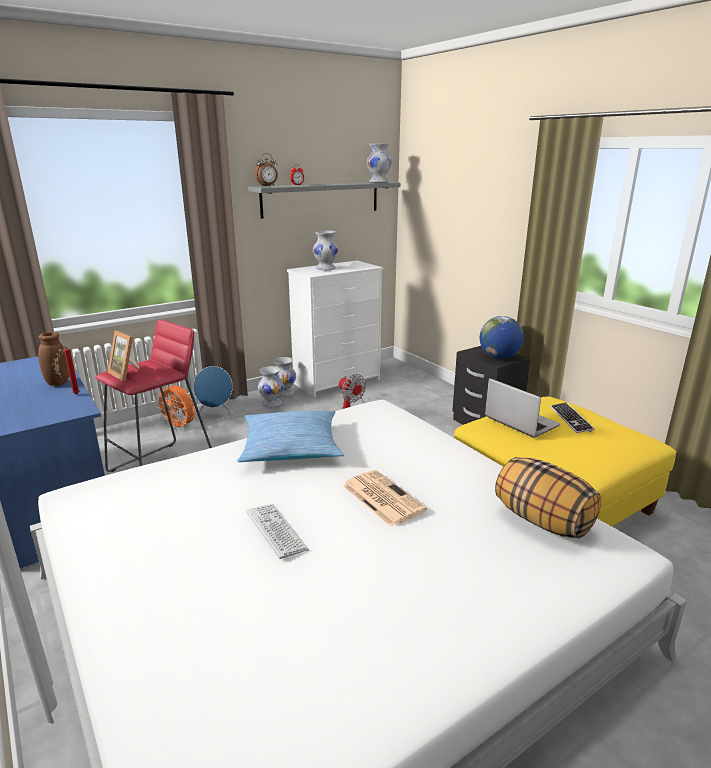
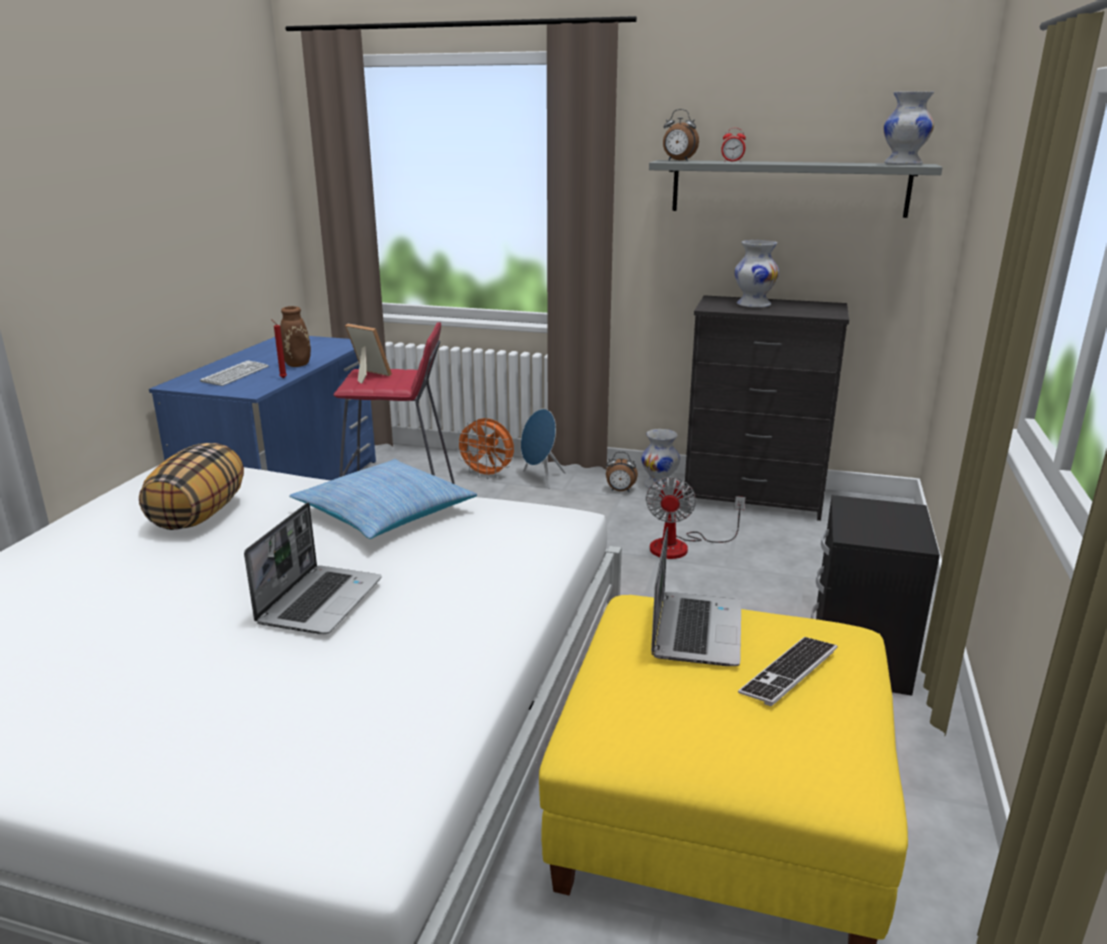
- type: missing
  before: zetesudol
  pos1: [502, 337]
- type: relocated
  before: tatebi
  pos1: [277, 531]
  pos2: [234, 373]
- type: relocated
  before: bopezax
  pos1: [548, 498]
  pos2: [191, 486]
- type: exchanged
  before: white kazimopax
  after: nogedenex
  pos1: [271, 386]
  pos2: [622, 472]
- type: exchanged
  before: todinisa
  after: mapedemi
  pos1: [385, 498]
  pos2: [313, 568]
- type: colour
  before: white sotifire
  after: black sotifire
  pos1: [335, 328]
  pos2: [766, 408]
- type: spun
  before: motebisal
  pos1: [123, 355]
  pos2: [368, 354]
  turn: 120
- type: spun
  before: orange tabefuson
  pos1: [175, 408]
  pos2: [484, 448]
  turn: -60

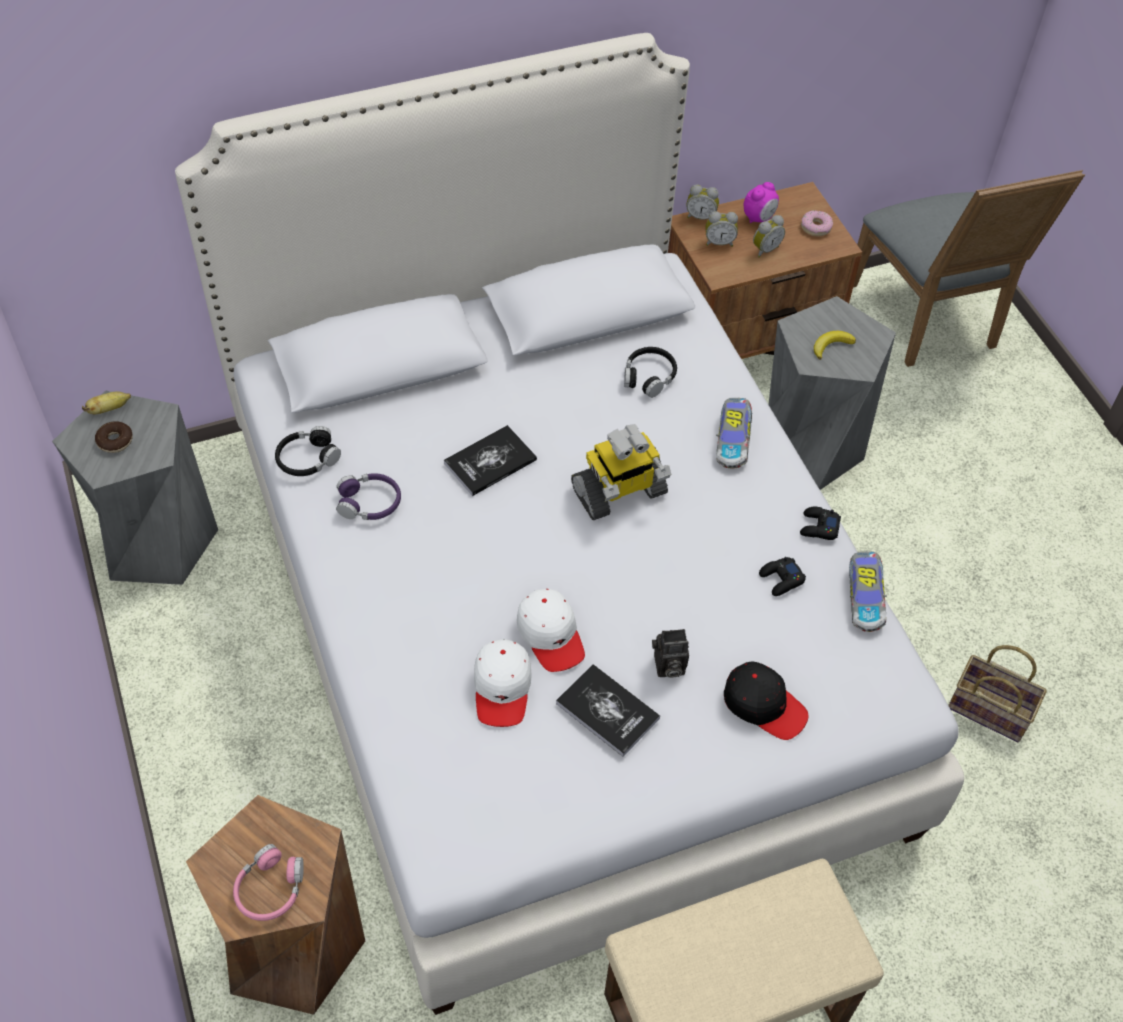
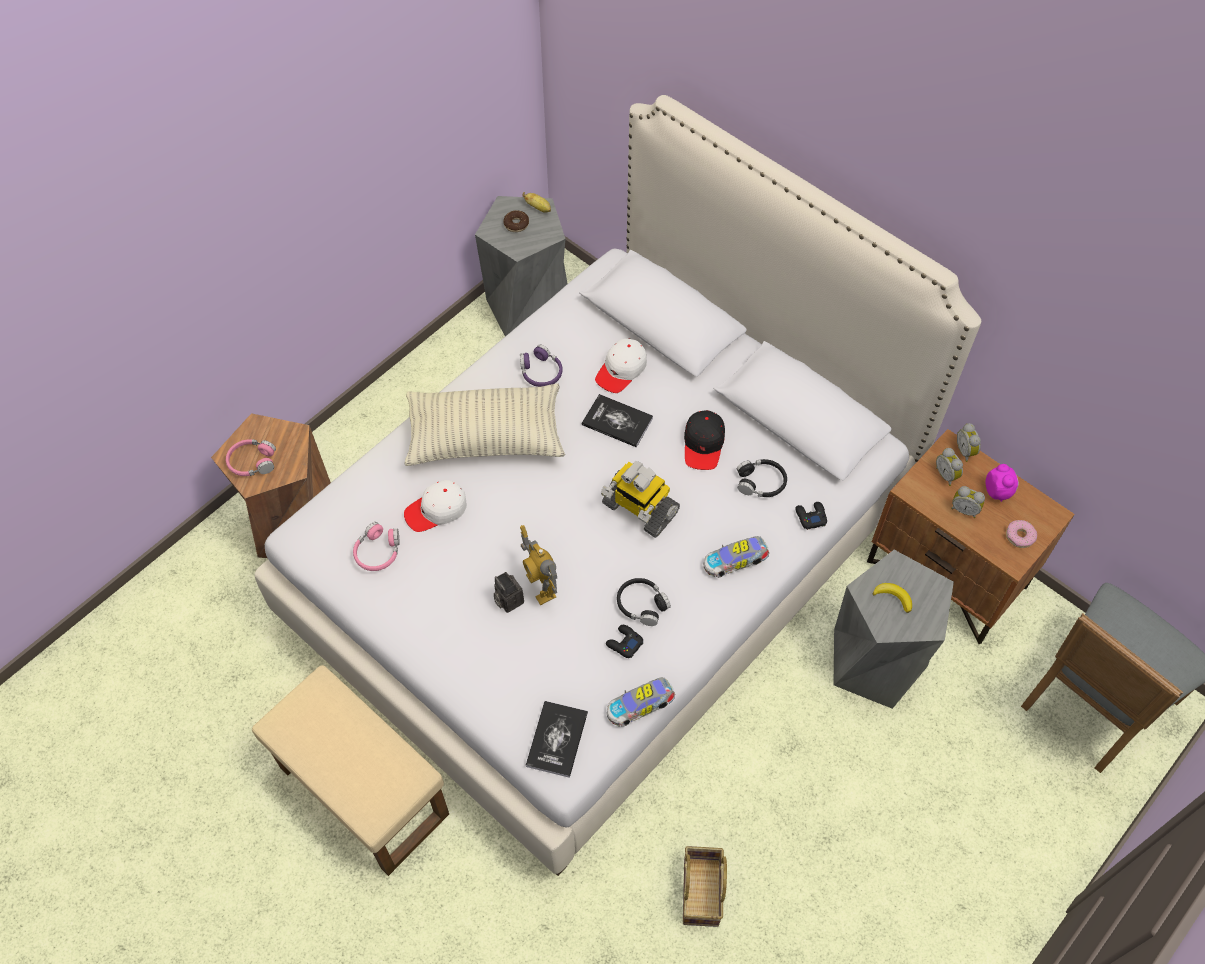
- type: appeared
  after: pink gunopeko
  pos2: [376, 546]
- type: appeared
  after: bopezax
  pos2: [484, 424]
- type: appeared
  after: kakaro
  pos2: [538, 565]
- type: relocated
  before: black gunopeko
  pos1: [308, 451]
  pos2: [644, 602]
- type: relocated
  before: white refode
  pos1: [551, 630]
  pos2: [621, 365]
- type: relocated
  before: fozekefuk
  pos1: [608, 710]
  pos2: [557, 739]
- type: relocated
  before: black refode
  pos1: [766, 700]
  pos2: [704, 440]
- type: relocated
  before: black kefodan
  pos1: [820, 523]
  pos2: [811, 516]
- type: spun
  before: nogedenex
  pos1: [761, 202]
  pos2: [1002, 483]
  turn: -120

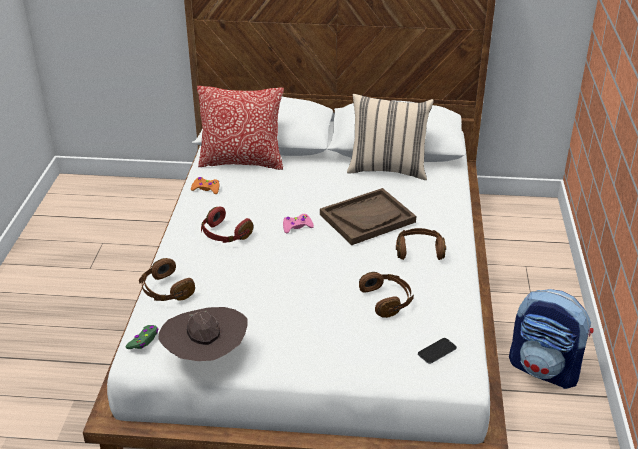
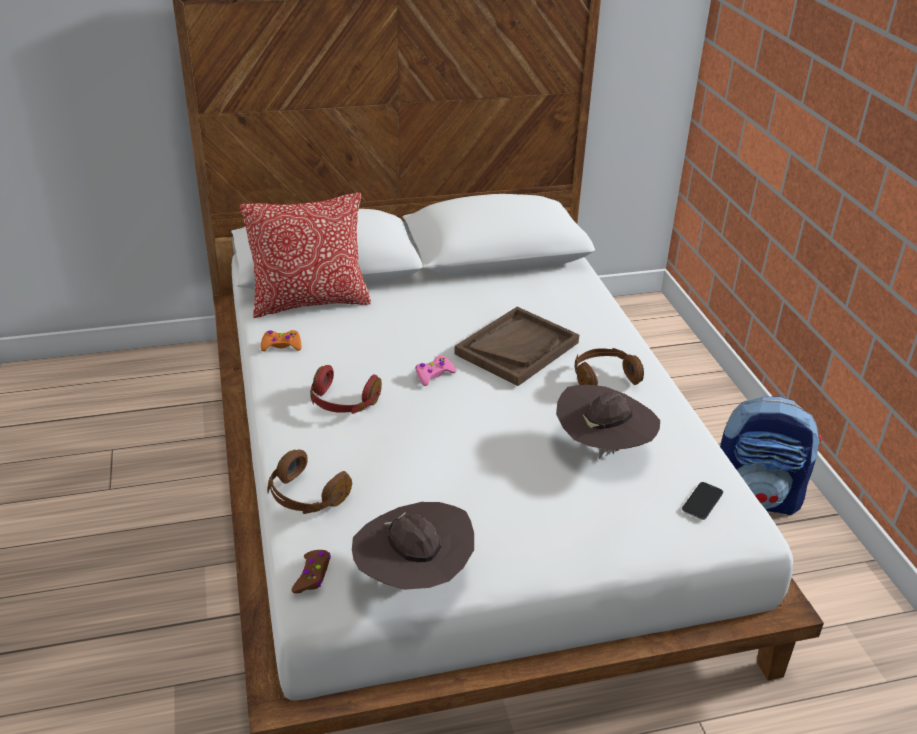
- type: missing
  before: beige bopezax
  pos1: [390, 137]
- type: exchanged
  before: brown gunopeko
  after: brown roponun
  pos1: [386, 295]
  pos2: [608, 422]
- type: colour
  before: green kefodan
  after: brown kefodan
  pos1: [141, 337]
  pos2: [311, 572]

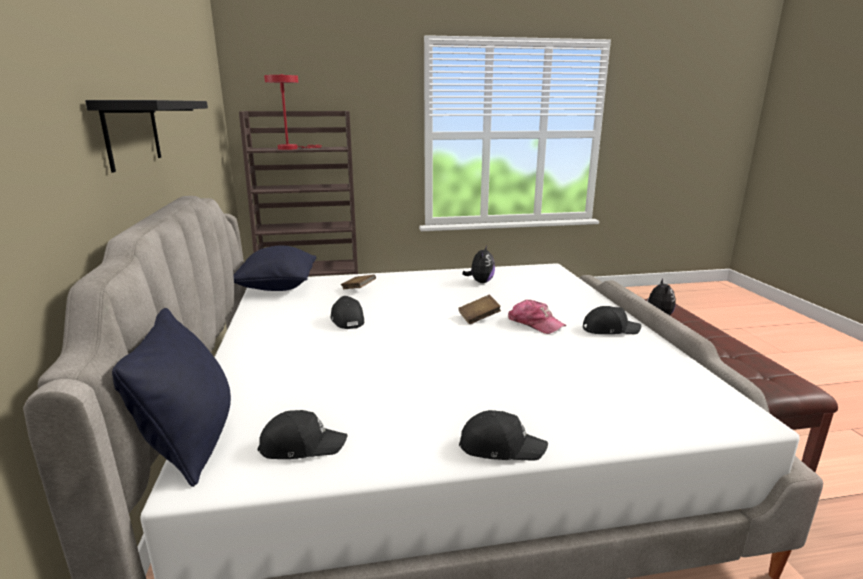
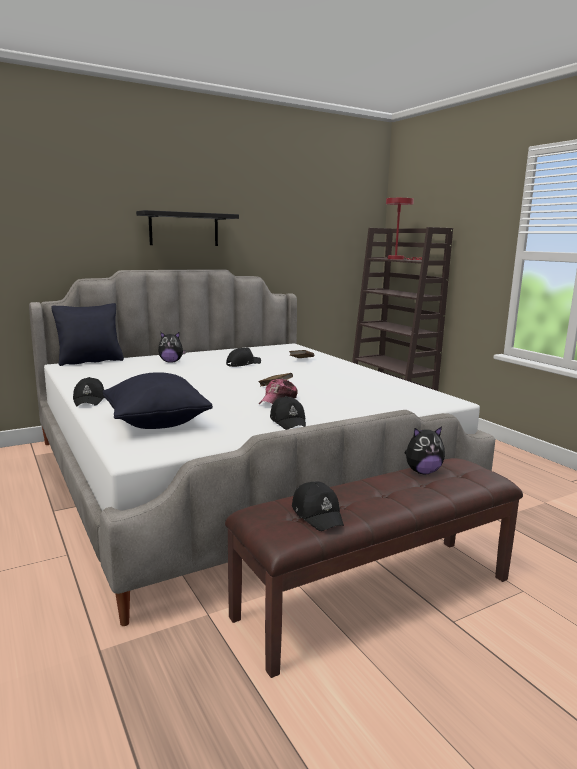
- type: relocated
  before: black bopezax
  pos1: [274, 268]
  pos2: [158, 400]
- type: relocated
  before: black refode
  pos1: [302, 434]
  pos2: [318, 506]
- type: relocated
  before: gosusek
  pos1: [478, 264]
  pos2: [172, 347]

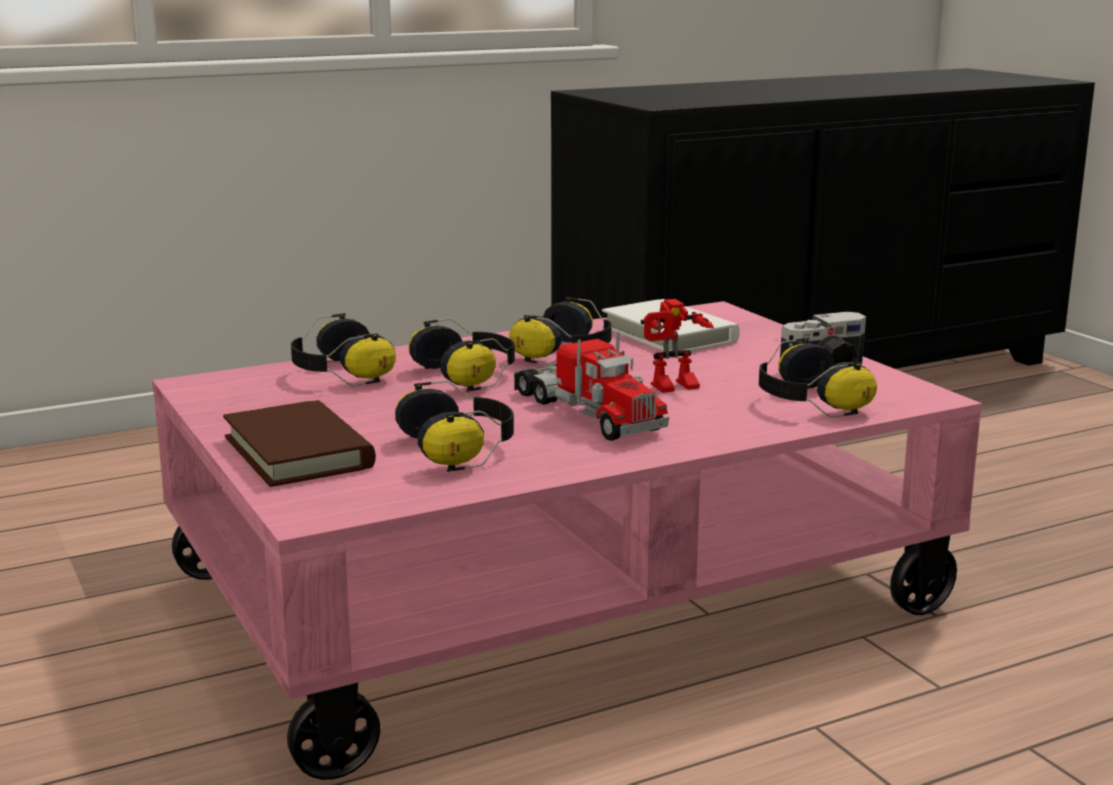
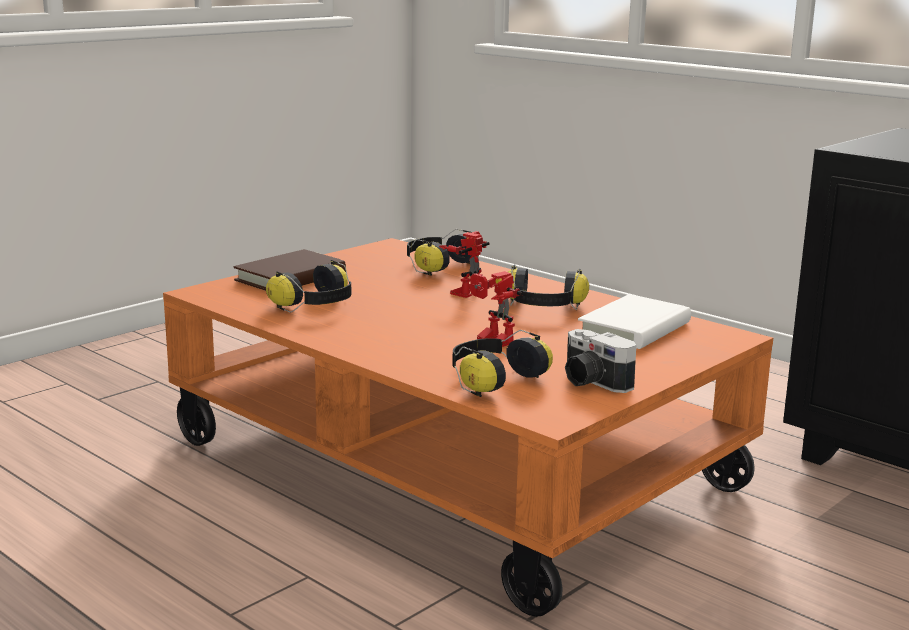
- type: missing
  before: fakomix
  pos1: [591, 386]
- type: exchanged
  before: gunopeko
  after: kakaro
  pos1: [462, 355]
  pos2: [464, 264]
- type: colour
  before: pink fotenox
  after: orange fotenox
  pos1: [567, 540]
  pos2: [468, 427]

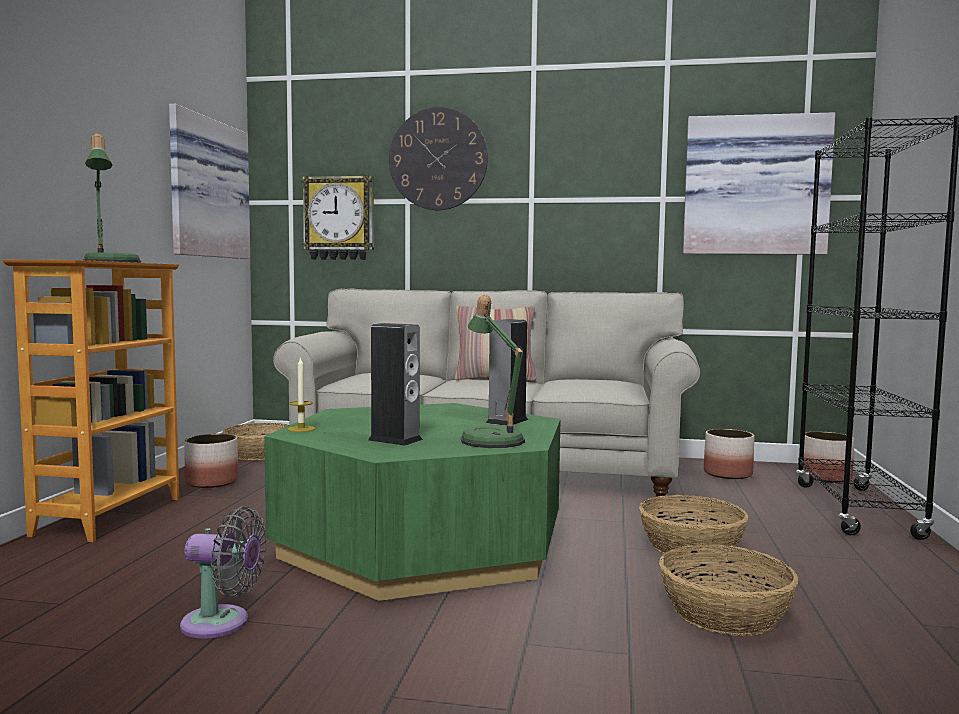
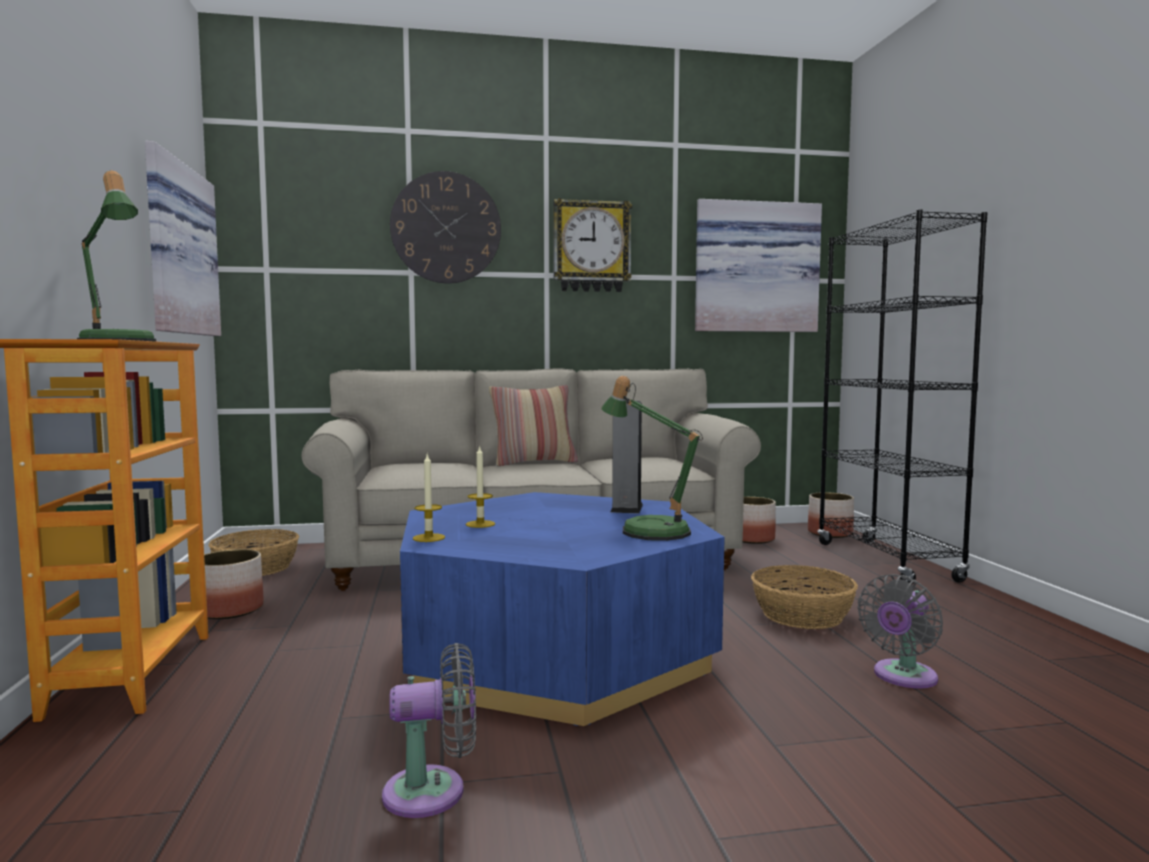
- type: missing
  before: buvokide
  pos1: [395, 384]
- type: appeared
  after: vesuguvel
  pos2: [480, 486]
- type: relocated
  before: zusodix
  pos1: [337, 217]
  pos2: [592, 245]
- type: exchanged
  before: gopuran
  after: grey tabefuson
  pos1: [728, 590]
  pos2: [900, 631]
- type: colour
  before: green fotenox
  after: blue fotenox
  pos1: [412, 502]
  pos2: [562, 609]

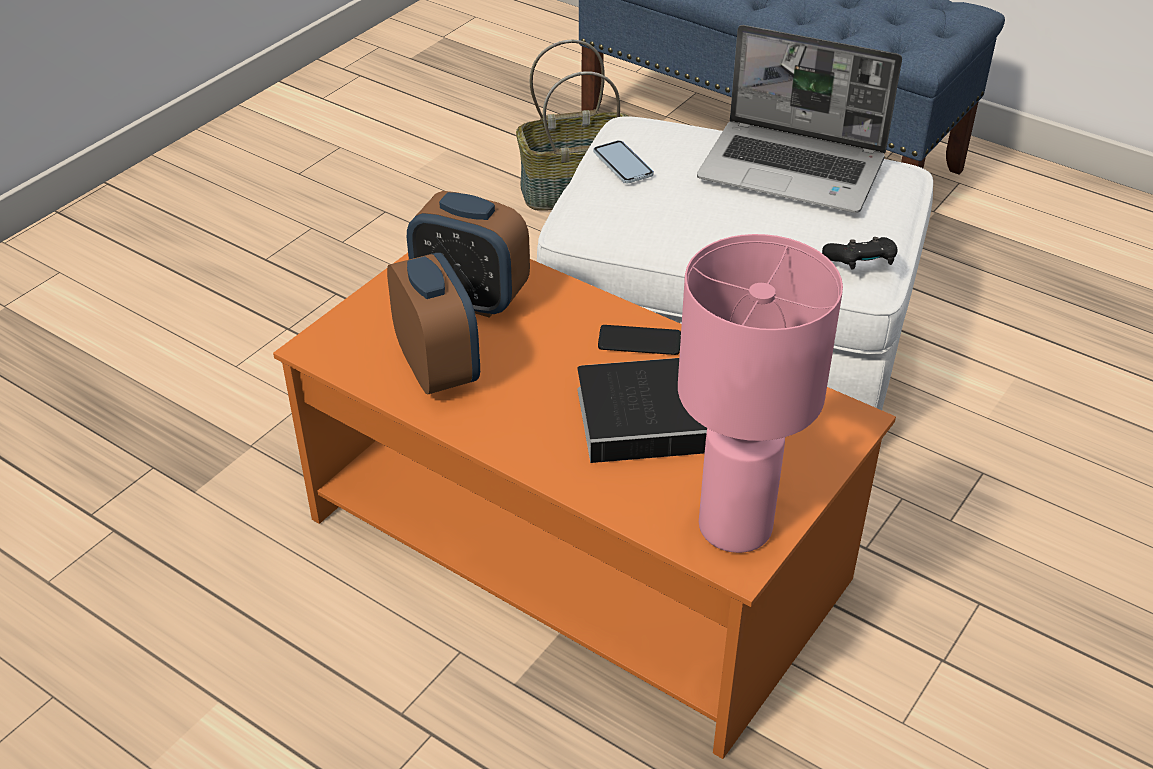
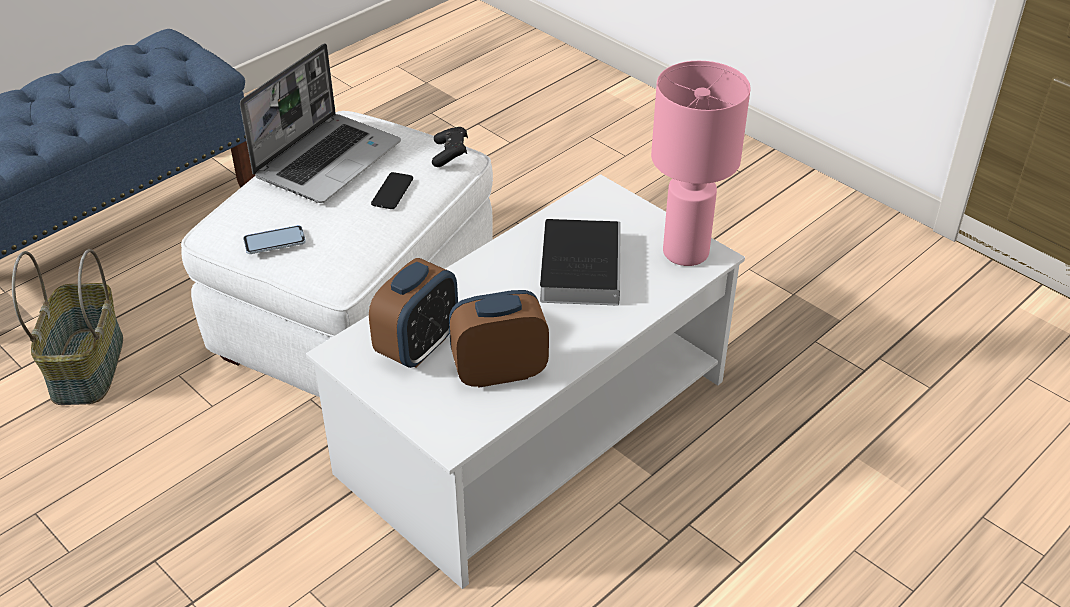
- type: relocated
  before: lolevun
  pos1: [639, 340]
  pos2: [392, 190]
- type: colour
  before: orange fotenox
  after: white fotenox
  pos1: [584, 506]
  pos2: [525, 381]

